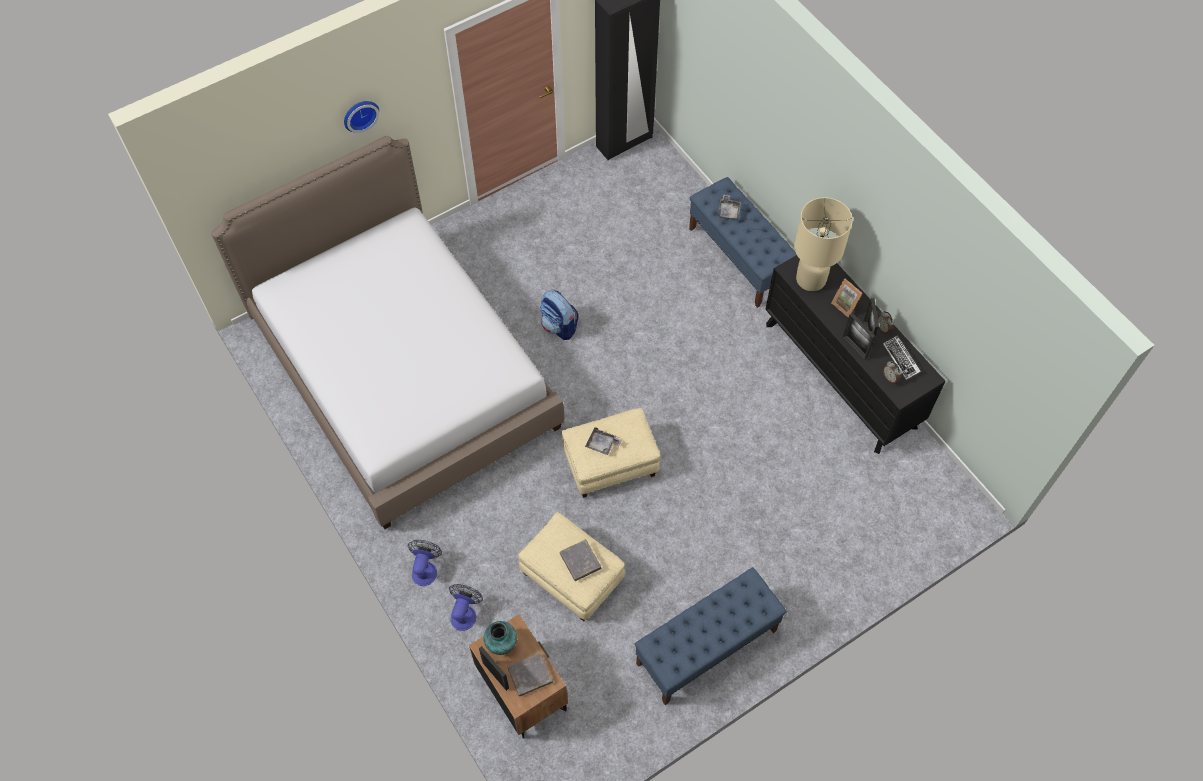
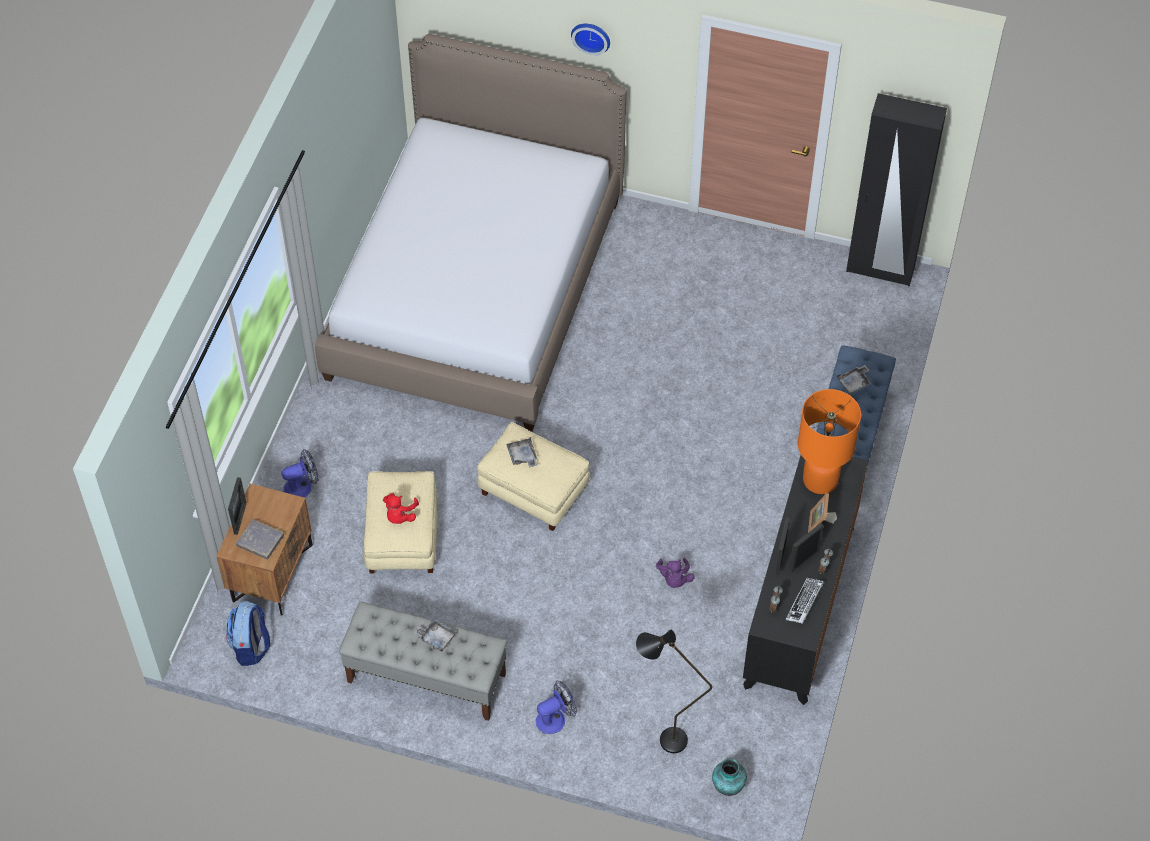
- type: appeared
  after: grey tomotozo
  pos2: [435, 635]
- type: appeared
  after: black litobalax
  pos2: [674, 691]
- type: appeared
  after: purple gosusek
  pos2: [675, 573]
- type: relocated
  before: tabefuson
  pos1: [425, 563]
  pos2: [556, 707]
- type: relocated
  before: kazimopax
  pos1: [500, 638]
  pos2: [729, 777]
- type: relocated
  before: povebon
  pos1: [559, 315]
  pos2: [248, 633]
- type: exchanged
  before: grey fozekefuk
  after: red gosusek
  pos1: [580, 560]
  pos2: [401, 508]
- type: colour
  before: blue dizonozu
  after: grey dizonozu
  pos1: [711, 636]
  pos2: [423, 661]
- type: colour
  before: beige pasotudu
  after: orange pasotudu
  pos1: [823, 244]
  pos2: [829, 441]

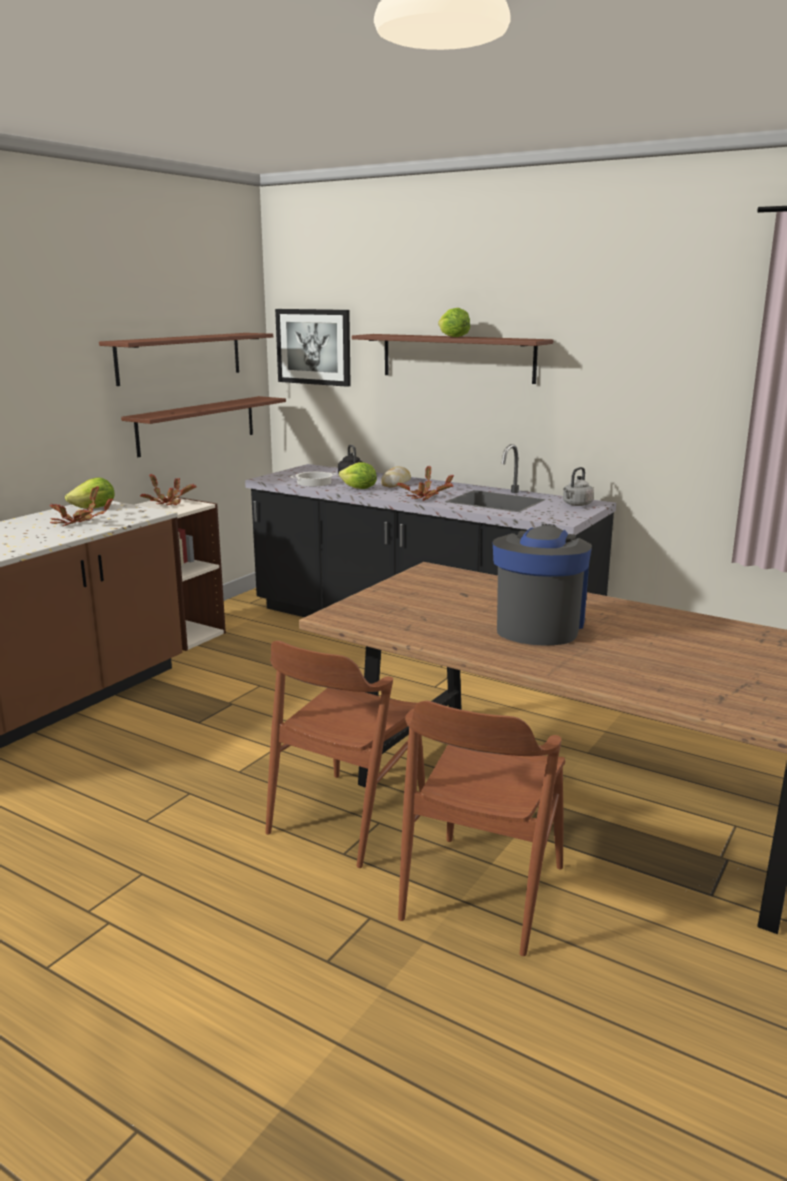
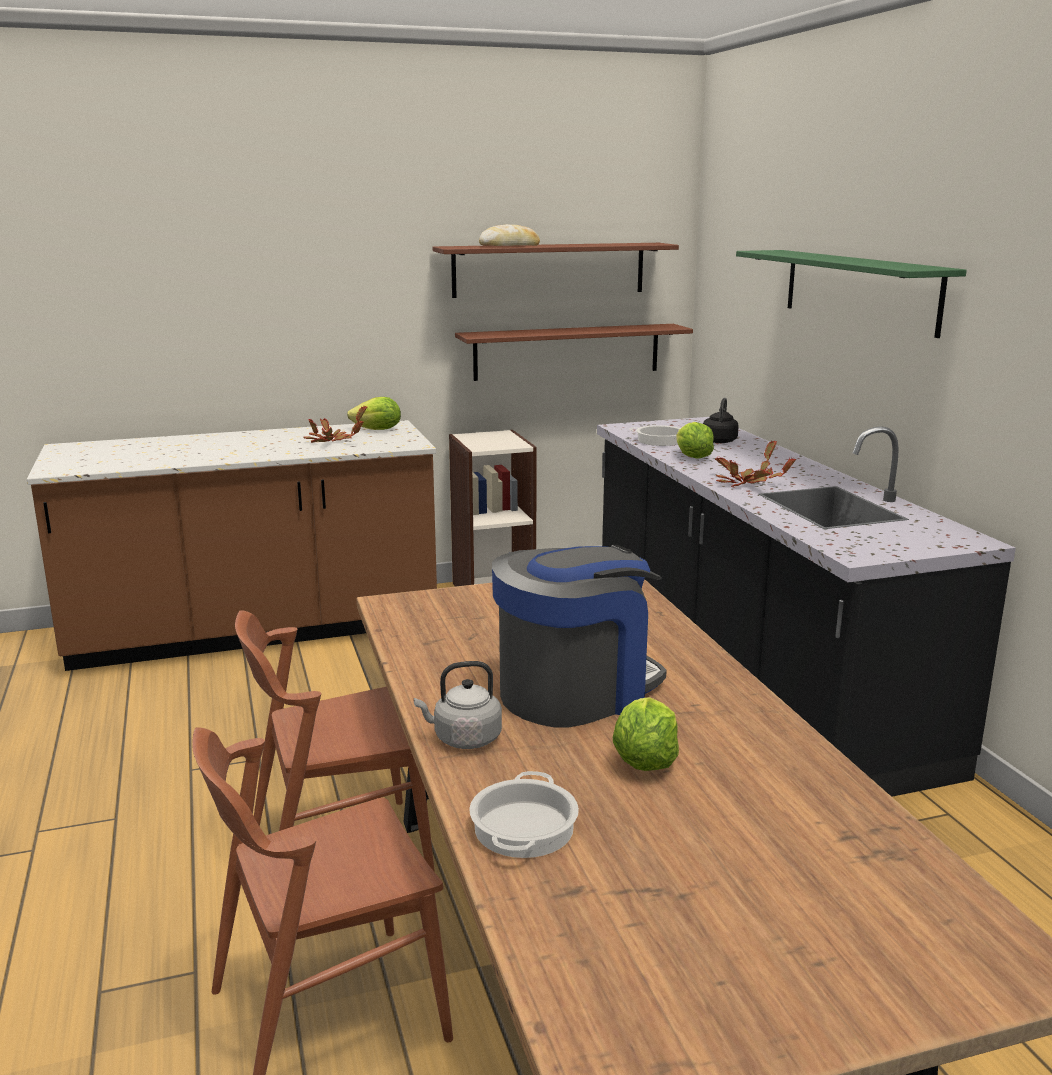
- type: missing
  before: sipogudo
  pos1: [168, 489]
- type: missing
  before: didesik
  pos1: [313, 348]
- type: appeared
  after: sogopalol
  pos2: [524, 814]
- type: relocated
  before: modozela
  pos1: [396, 476]
  pos2: [509, 235]
- type: relocated
  before: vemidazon
  pos1: [454, 322]
  pos2: [646, 734]
- type: relocated
  before: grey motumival
  pos1: [578, 486]
  pos2: [458, 705]
- type: colour
  before: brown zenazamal
  after: green zenazamal
  pos1: [452, 359]
  pos2: [851, 294]

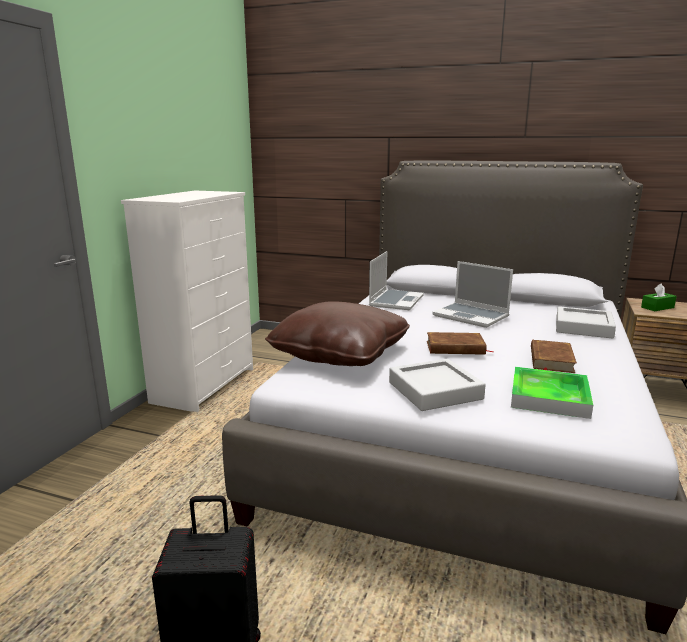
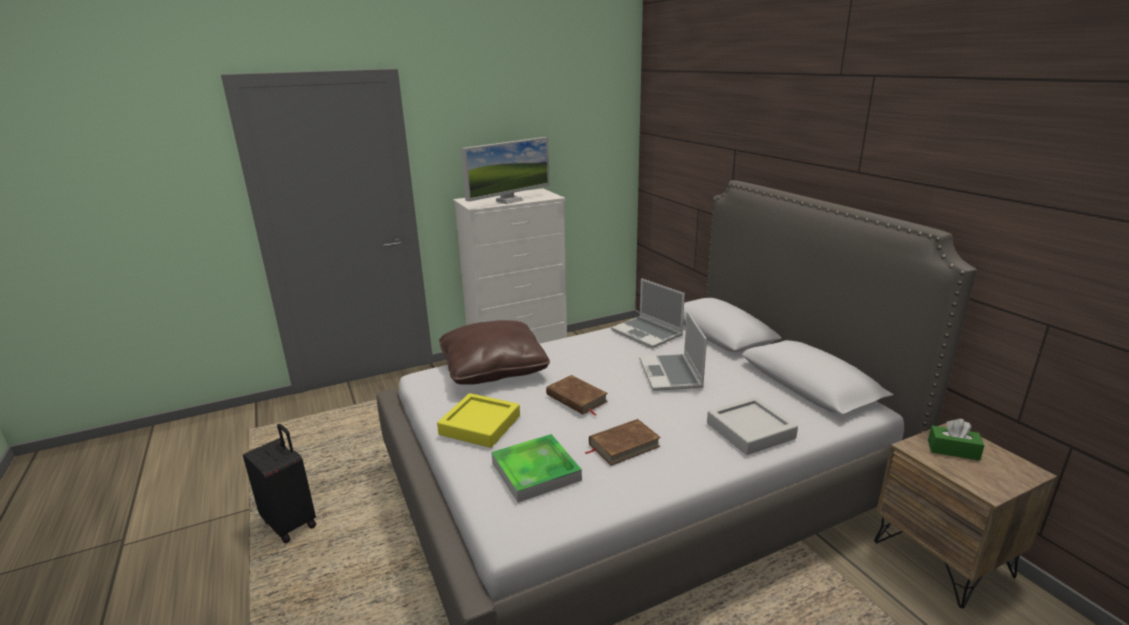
- type: appeared
  after: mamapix
  pos2: [505, 170]
- type: colour
  before: grey tomotozo
  after: yellow tomotozo
  pos1: [437, 385]
  pos2: [478, 420]
- type: spun
  before: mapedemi
  pos1: [396, 280]
  pos2: [648, 313]
  turn: 75

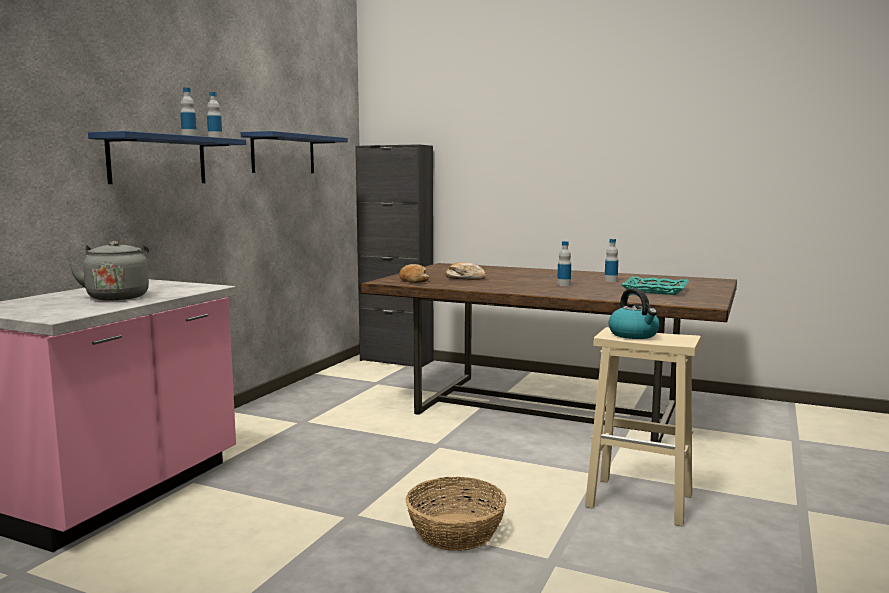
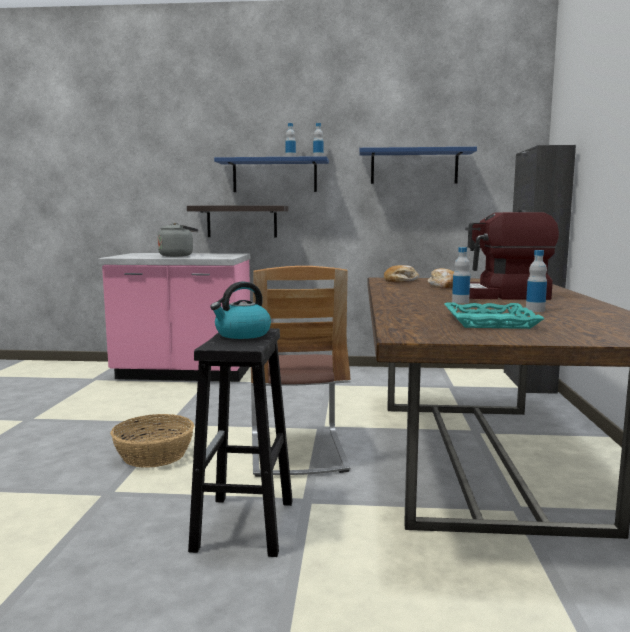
- type: appeared
  after: zenazamal
  pos2: [237, 221]
- type: appeared
  after: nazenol
  pos2: [301, 371]
- type: appeared
  after: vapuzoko
  pos2: [512, 255]
- type: colour
  before: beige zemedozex
  after: black zemedozex
  pos1: [643, 427]
  pos2: [240, 442]

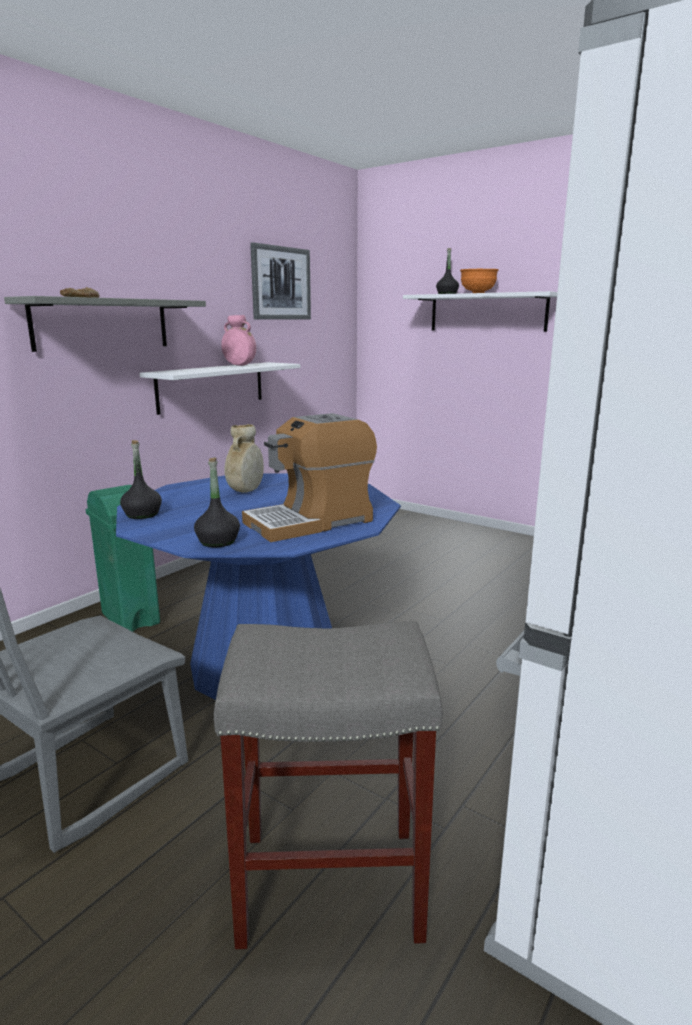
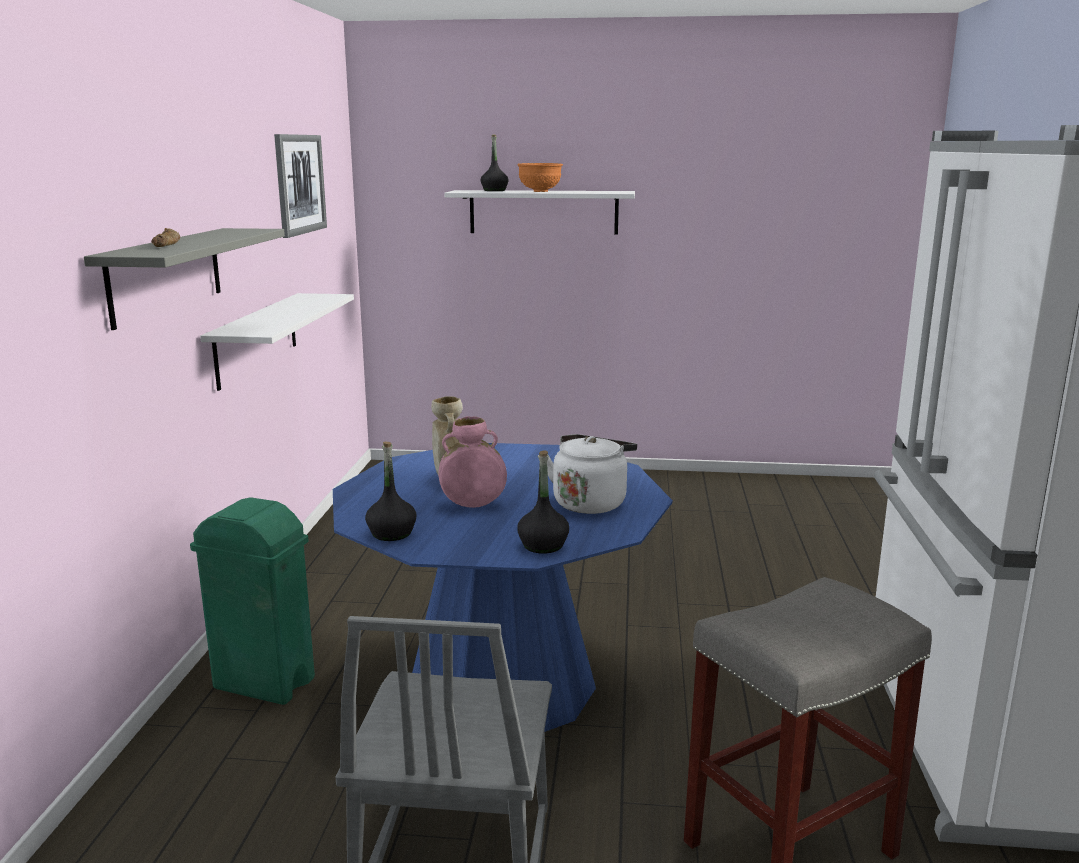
- type: relocated
  before: pink kazimopax
  pos1: [238, 340]
  pos2: [472, 462]
- type: exchanged
  before: vapuzoko
  after: white motumival
  pos1: [309, 477]
  pos2: [592, 474]

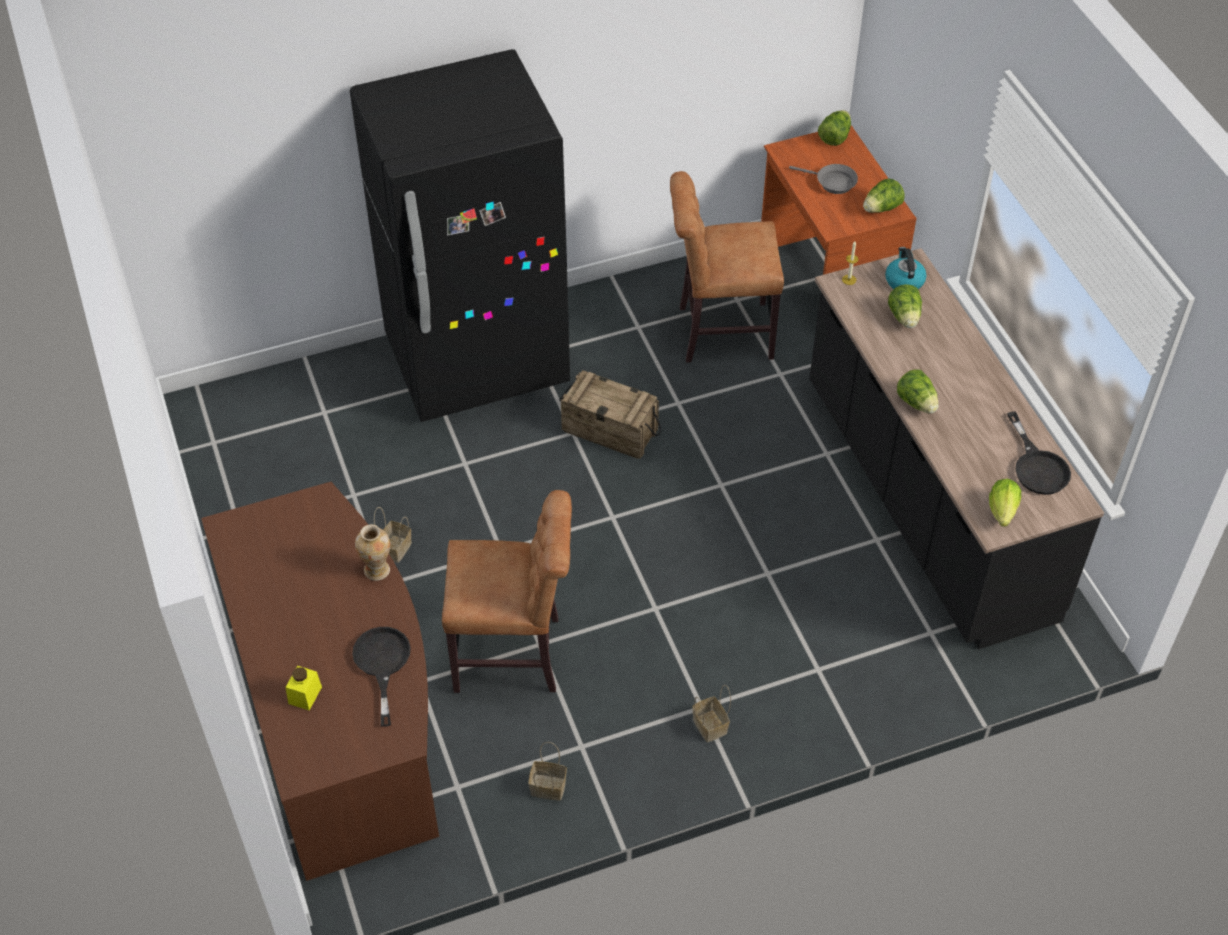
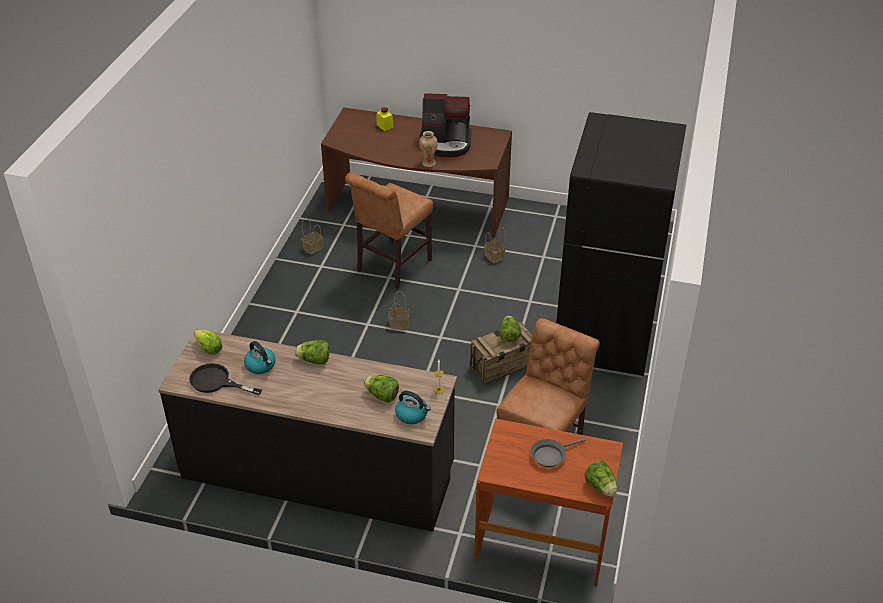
- type: missing
  before: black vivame
  pos1: [381, 677]
- type: appeared
  after: motumival
  pos2: [259, 357]
- type: appeared
  after: vapuzoko
  pos2: [446, 125]
- type: relocated
  before: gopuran
  pos1: [711, 713]
  pos2: [399, 310]
- type: relocated
  before: vemidazon
  pos1: [884, 196]
  pos2: [510, 329]

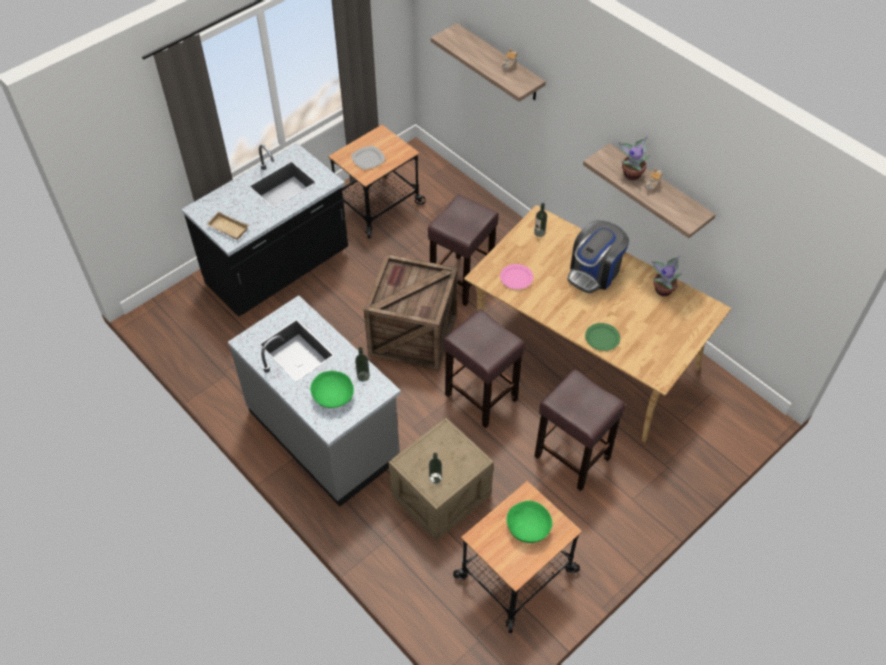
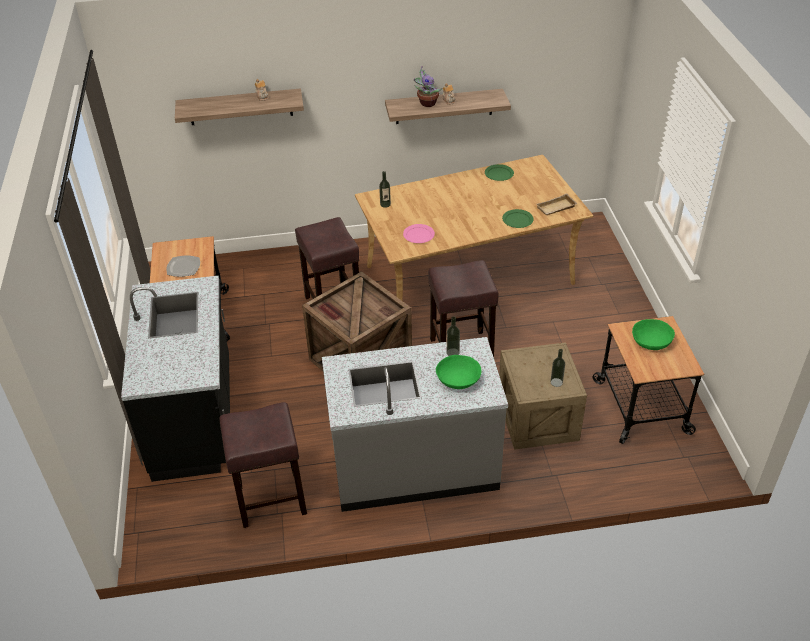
- type: missing
  before: vapuzoko
  pos1: [598, 256]
- type: relocated
  before: beige tomotozo
  pos1: [227, 226]
  pos2: [557, 204]
- type: relocated
  before: brown zemedozex
  pos1: [579, 430]
  pos2: [263, 465]
- type: exchanged
  before: sipogudo
  after: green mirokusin
  pos1: [666, 276]
  pos2: [499, 172]

